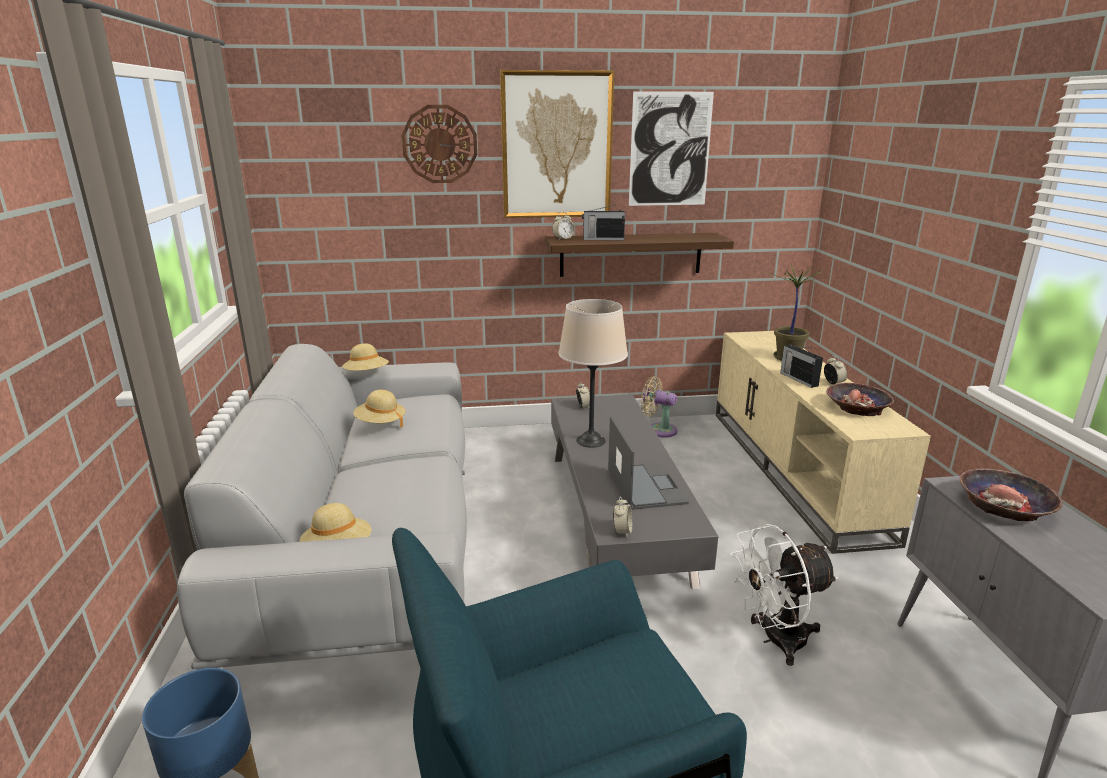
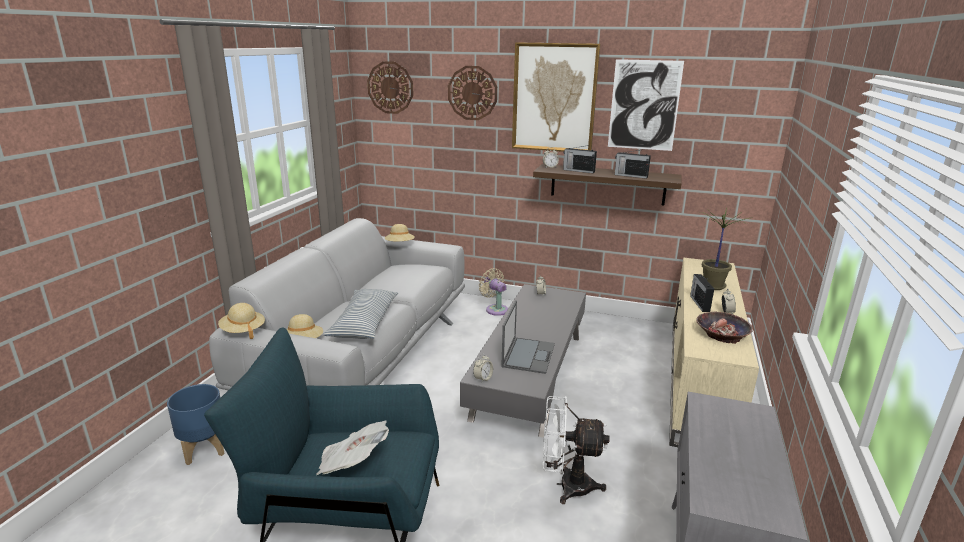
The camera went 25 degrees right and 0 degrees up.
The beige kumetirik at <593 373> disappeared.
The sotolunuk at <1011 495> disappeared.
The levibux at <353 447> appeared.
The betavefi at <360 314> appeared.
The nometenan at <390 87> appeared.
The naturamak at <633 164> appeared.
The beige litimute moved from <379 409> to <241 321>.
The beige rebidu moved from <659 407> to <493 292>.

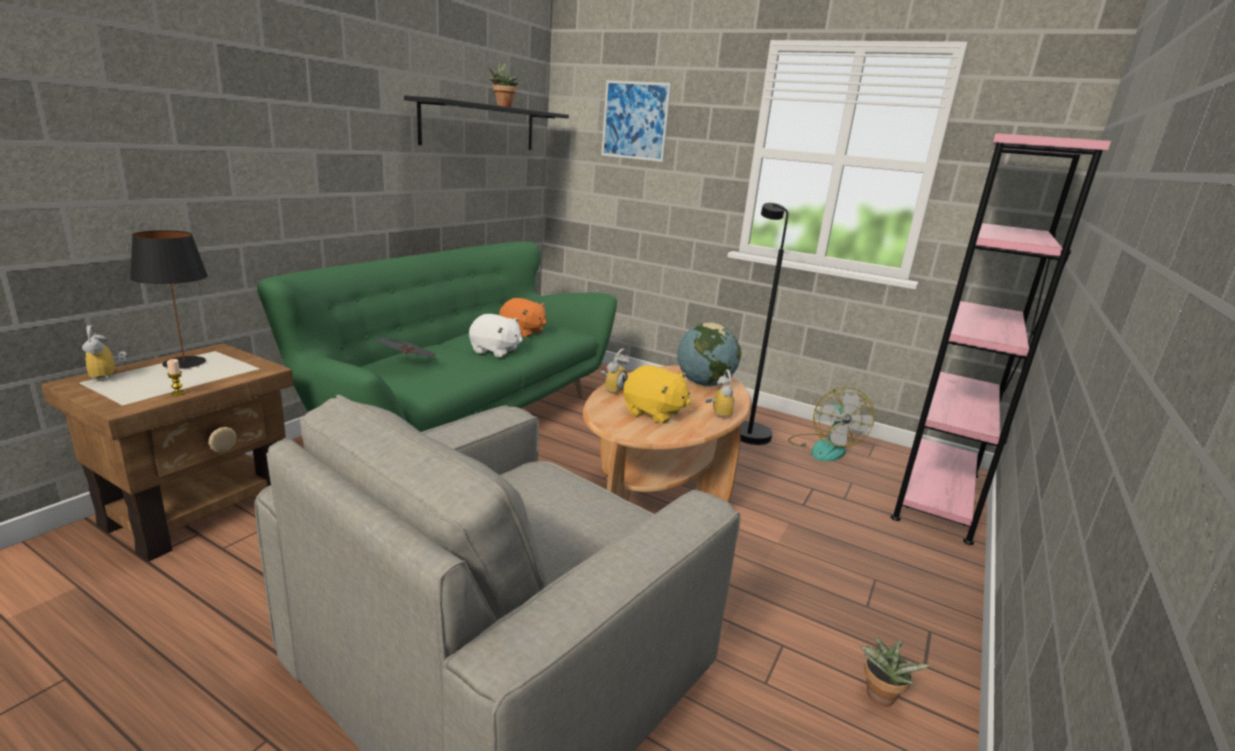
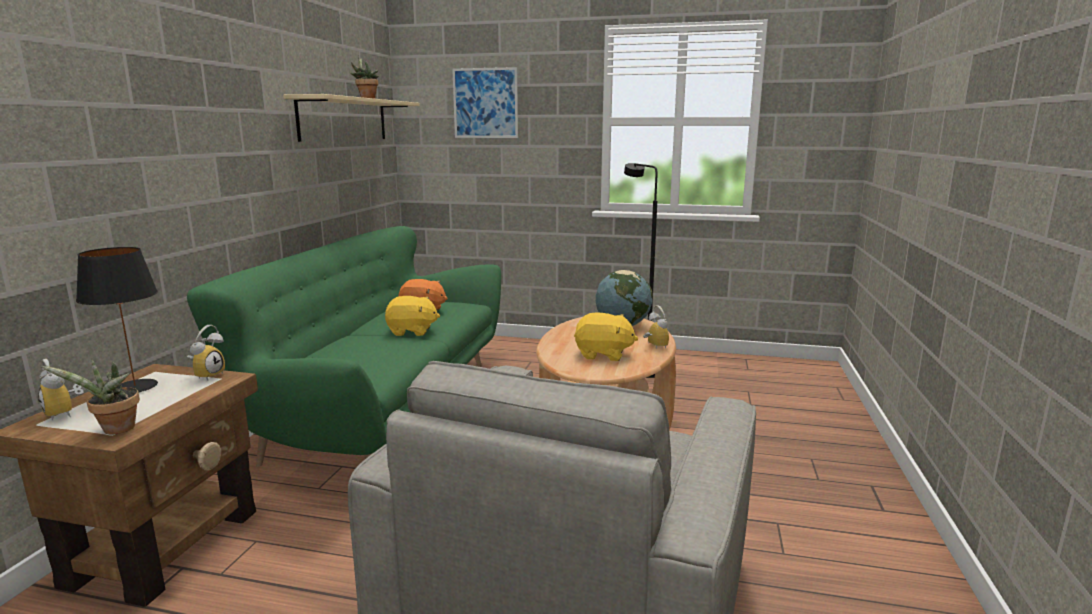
The camera went 15 degrees left and 5 degrees down.
The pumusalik at <176 377> disappeared.
The levibux at <403 347> disappeared.
The rebidu at <831 424> disappeared.
The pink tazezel at <1001 339> disappeared.
The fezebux moved from <615 371> to <206 352>.
The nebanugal moved from <895 671> to <90 396>.
The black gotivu at <486 123> became the beige gotivu at <351 118>.
The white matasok at <496 335> became the yellow matasok at <412 316>.

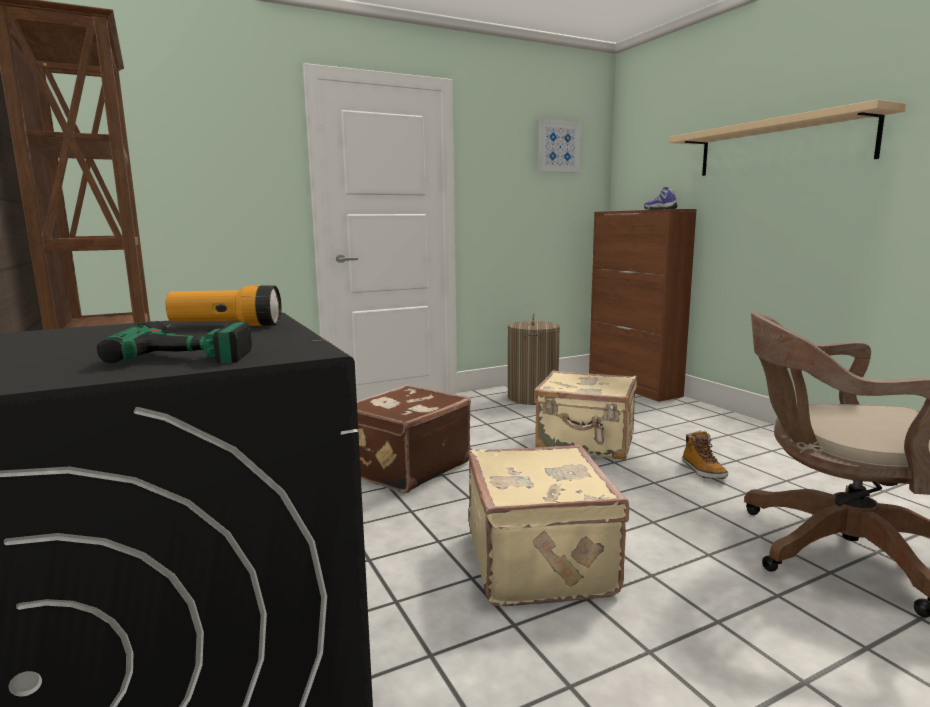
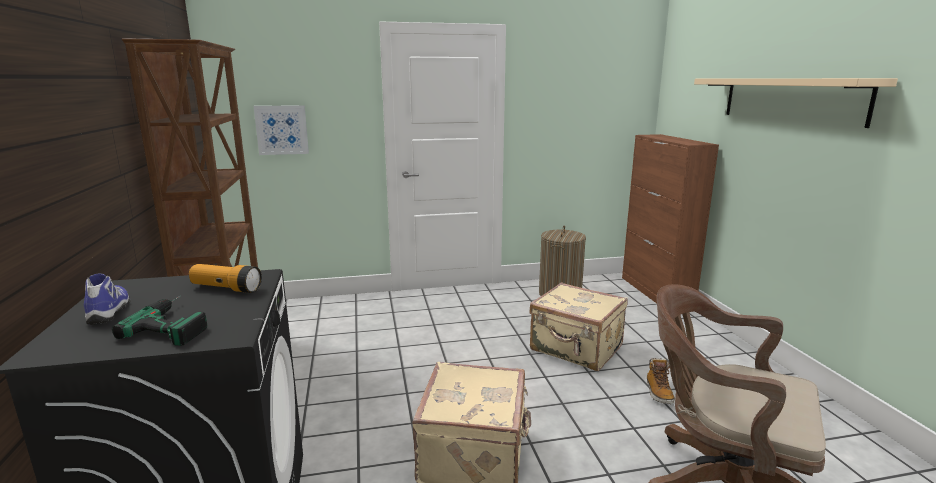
The camera went 15 degrees right and 5 degrees up.
The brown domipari at <413 438> disappeared.
The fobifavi moved from <559 146> to <281 130>.
The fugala moved from <661 198> to <107 299>.

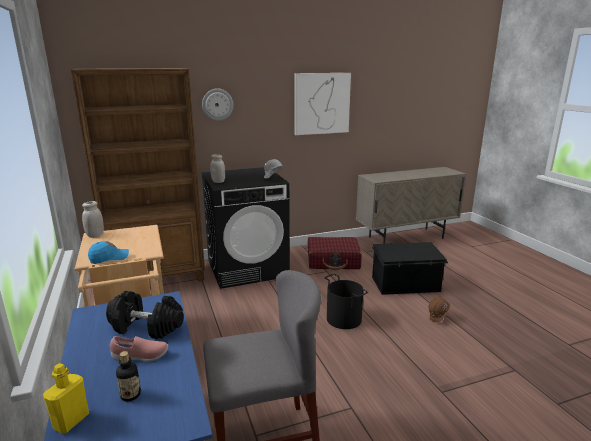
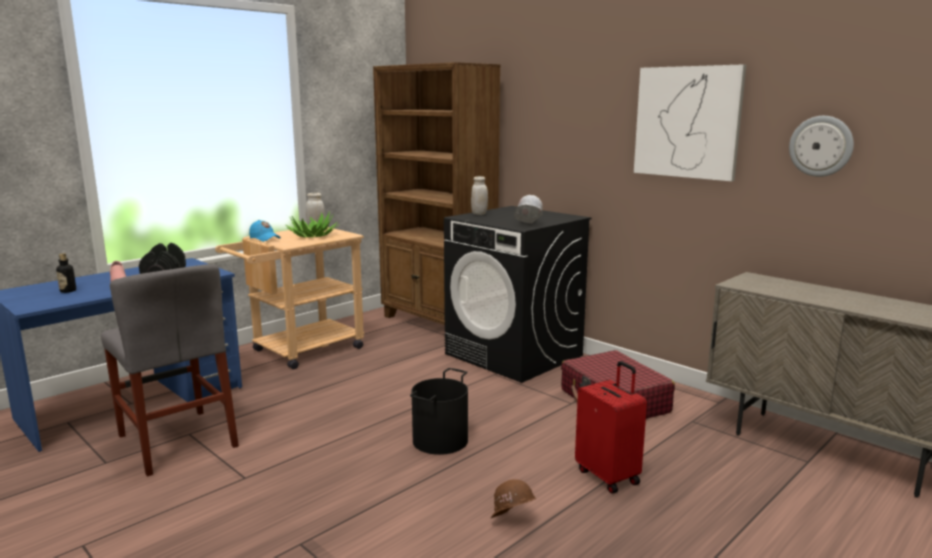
The camera went 65 degrees right and 5 degrees down.
The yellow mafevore at <66 398> disappeared.
The nebanugal at <312 224> appeared.
The nometenan moved from <217 104> to <821 146>.
The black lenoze at <410 268> was replaced by the red domipari at <611 427>.

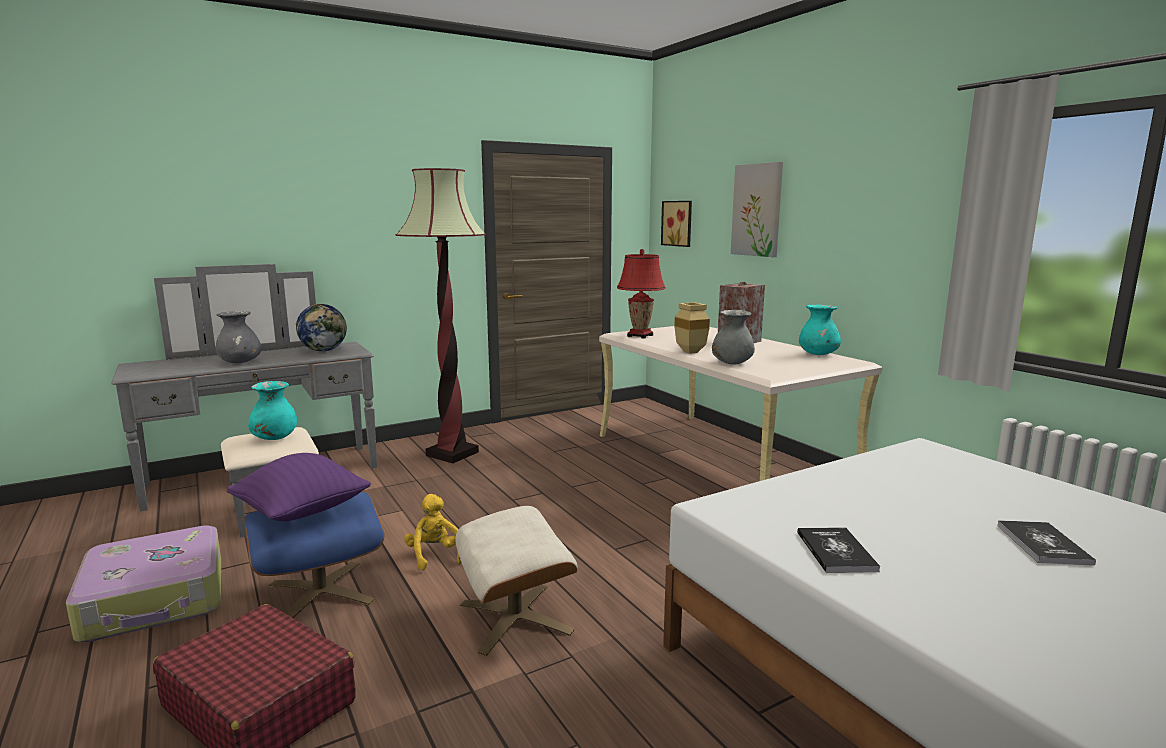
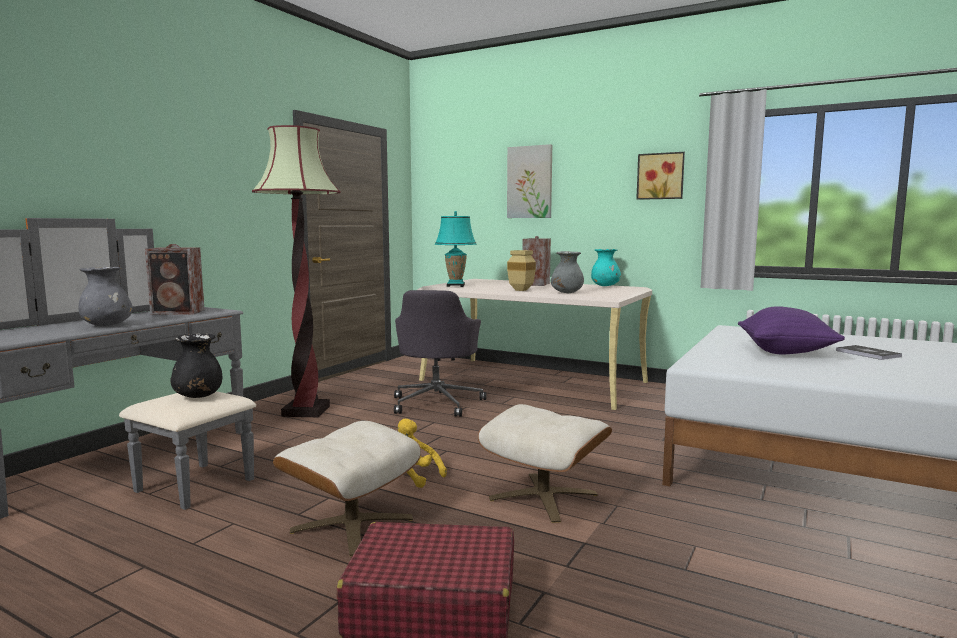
The camera went 30 degrees left and 5 degrees down.
The domipari at <143 583> disappeared.
The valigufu at <838 550> disappeared.
The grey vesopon at <440 353> appeared.
The purple betavefi moved from <299 487> to <791 330>.
The fobifavi moved from <676 224> to <660 176>.
The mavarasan at <321 327> was replaced by the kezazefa at <175 279>.
The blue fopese at <314 555> became the beige fopese at <347 488>.
The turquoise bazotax at <272 410> became the black bazotax at <196 366>.
The red kumetirik at <641 294> became the turquoise kumetirik at <455 249>.

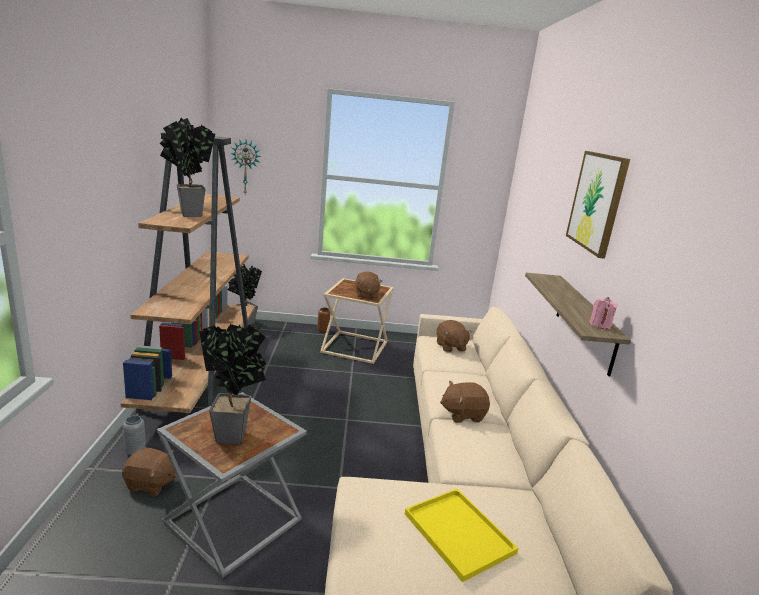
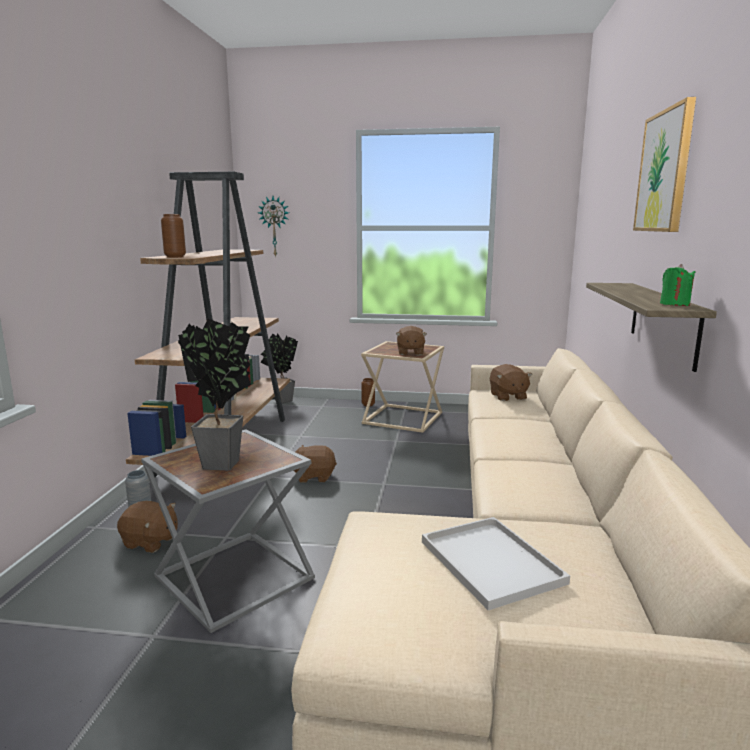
The camera went 10 degrees right and 5 degrees down.
The nebanugal at <187 167> disappeared.
The brown bazotax at <173 236> appeared.
The brown matasok moved from <465 402> to <315 464>.
The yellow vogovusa at <462 535> became the white vogovusa at <496 563>.
The pink pumusalik at <603 313> became the green pumusalik at <678 285>.

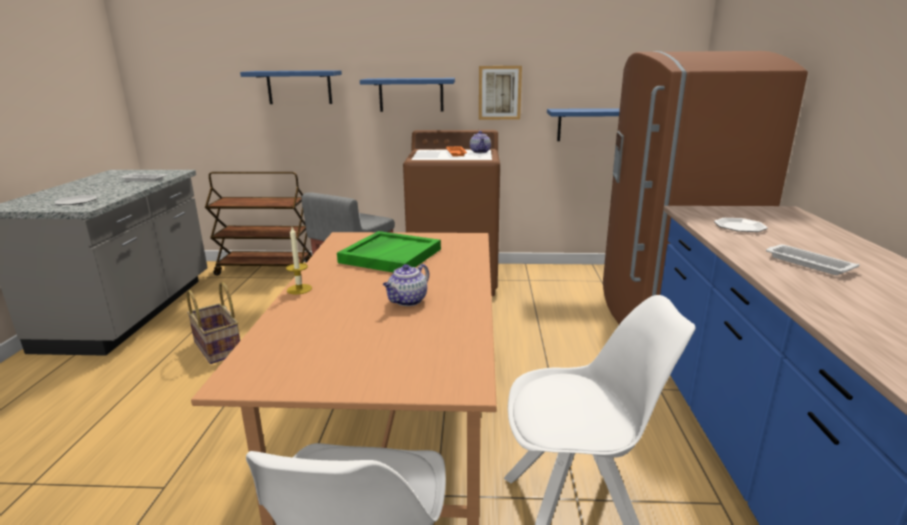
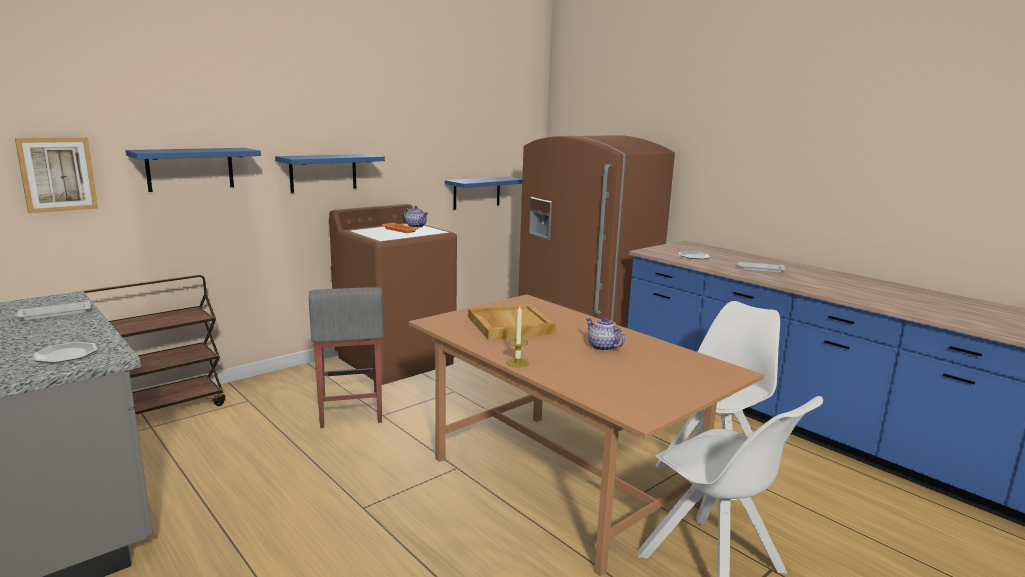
The camera went 45 degrees left and 5 degrees down.
The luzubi at <213 323> disappeared.
The fobifavi moved from <500 93> to <56 175>.
The green vogovusa at <389 251> became the beige vogovusa at <512 322>.
The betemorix at <406 285> turned 150 degrees clockwise.

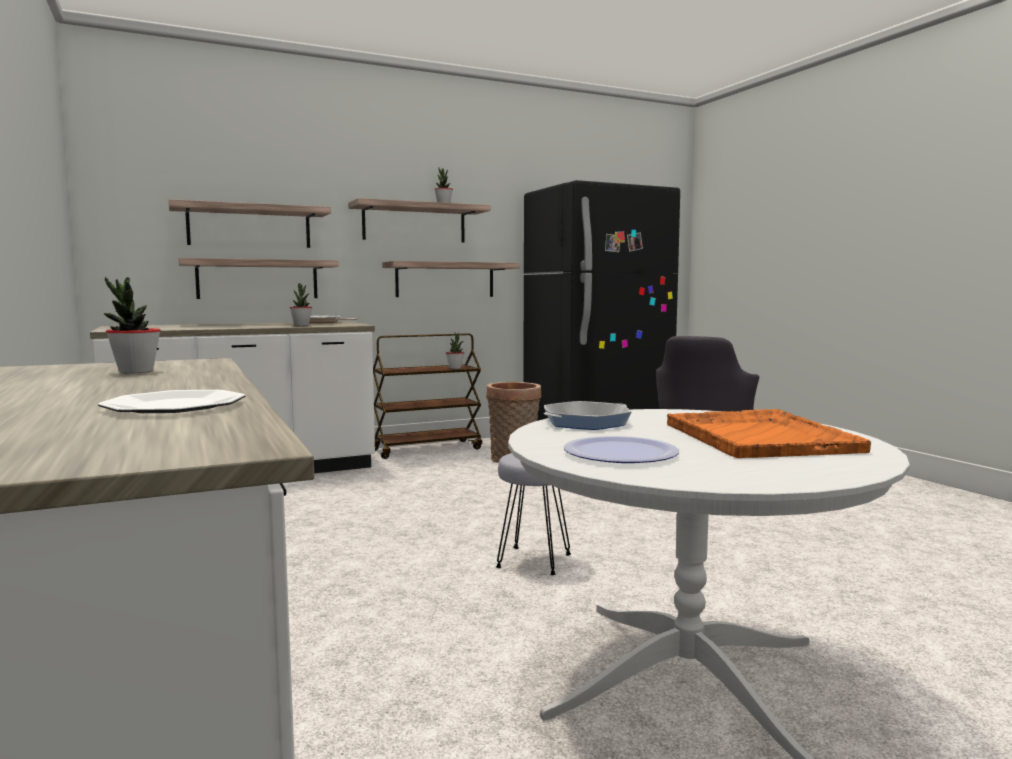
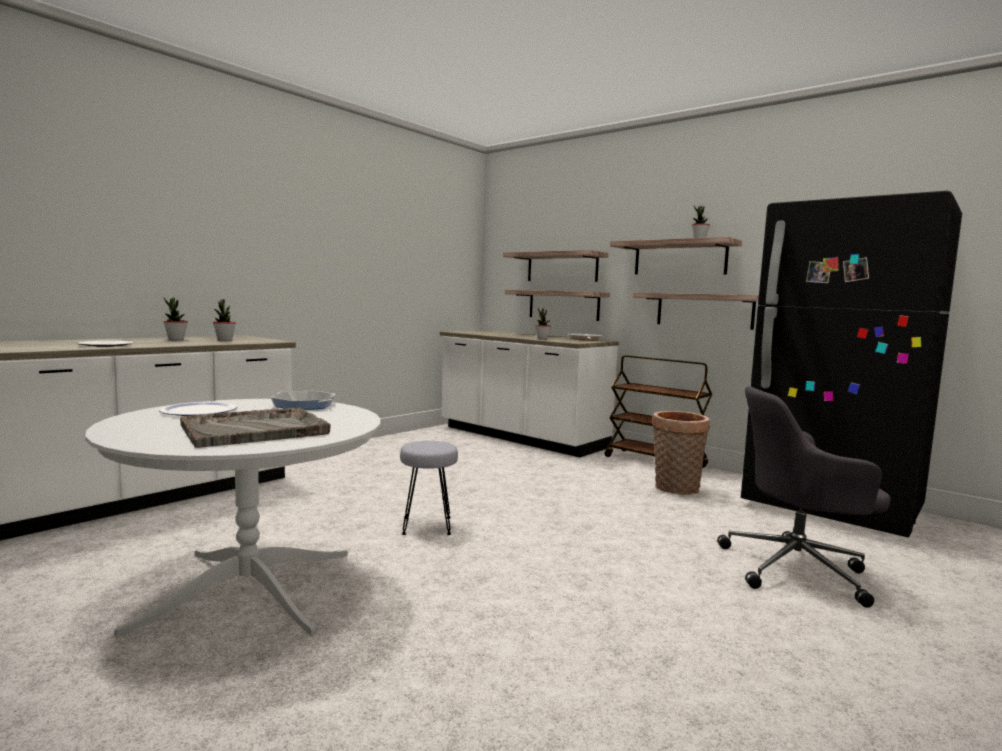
The camera went 65 degrees right and 0 degrees up.
The nebanugal moved from <455 350> to <175 318>.
The orange vogovusa at <769 433> became the grey vogovusa at <255 428>.

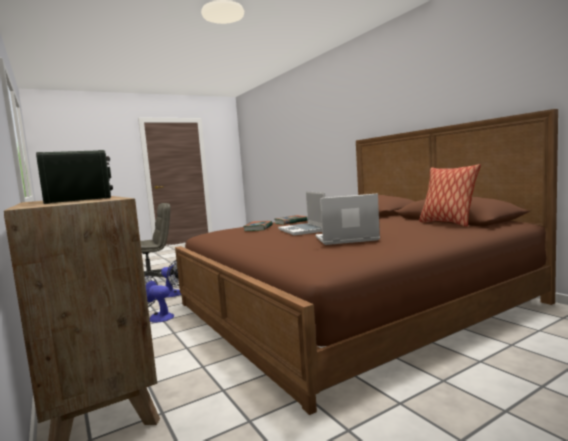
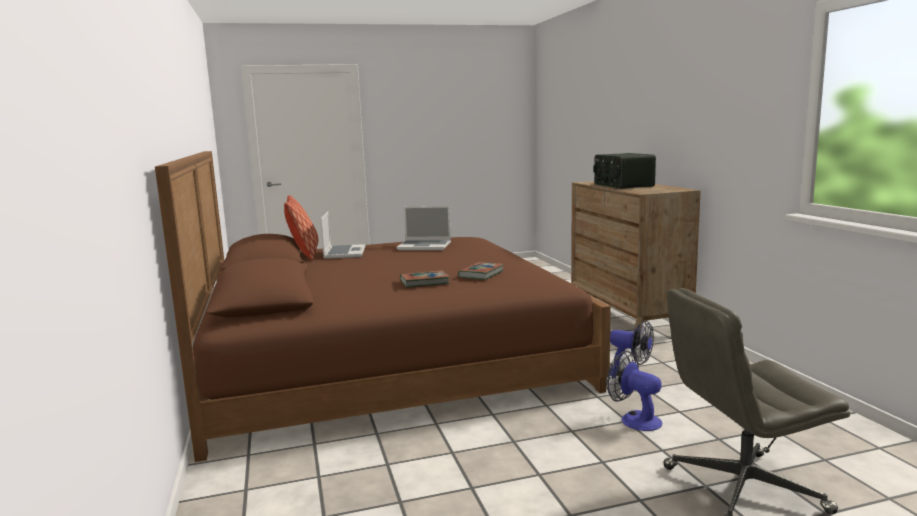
The camera went 165 degrees left and 5 degrees up.
The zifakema moved from <301 213> to <343 235>.

